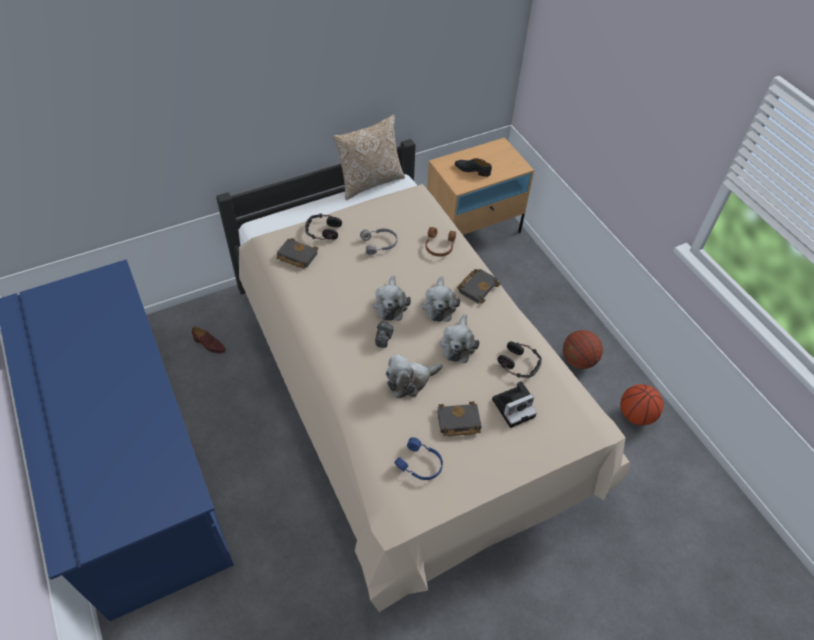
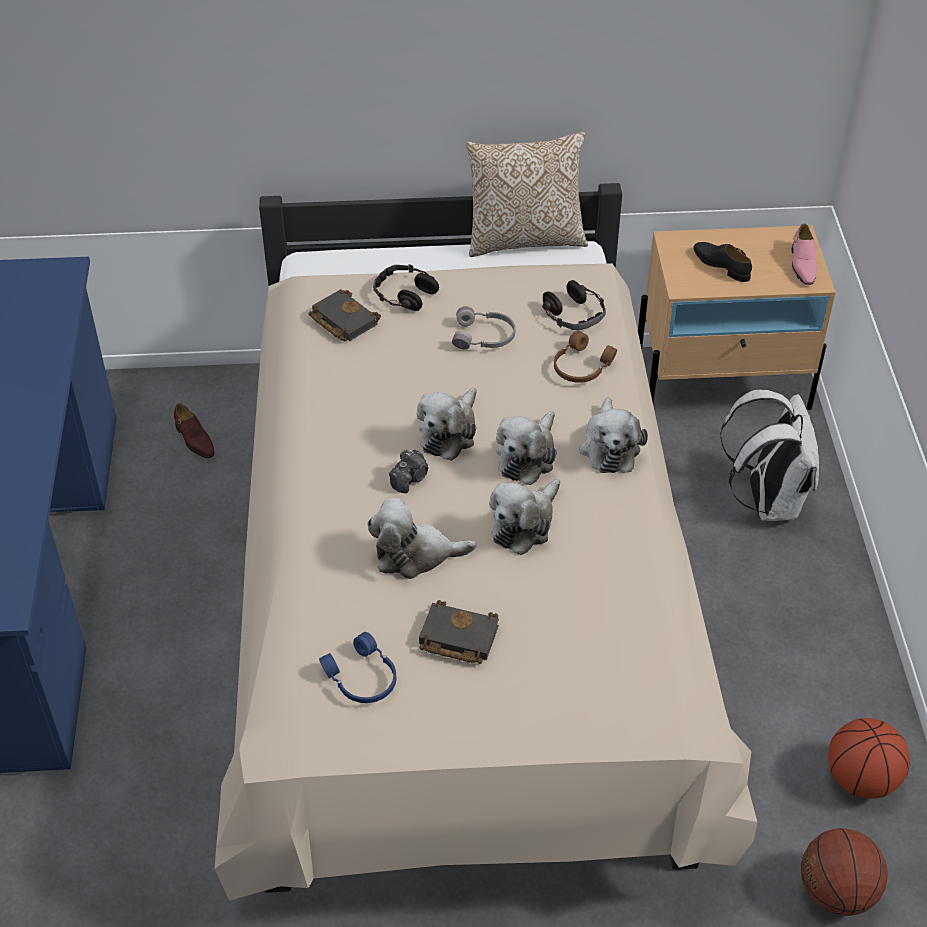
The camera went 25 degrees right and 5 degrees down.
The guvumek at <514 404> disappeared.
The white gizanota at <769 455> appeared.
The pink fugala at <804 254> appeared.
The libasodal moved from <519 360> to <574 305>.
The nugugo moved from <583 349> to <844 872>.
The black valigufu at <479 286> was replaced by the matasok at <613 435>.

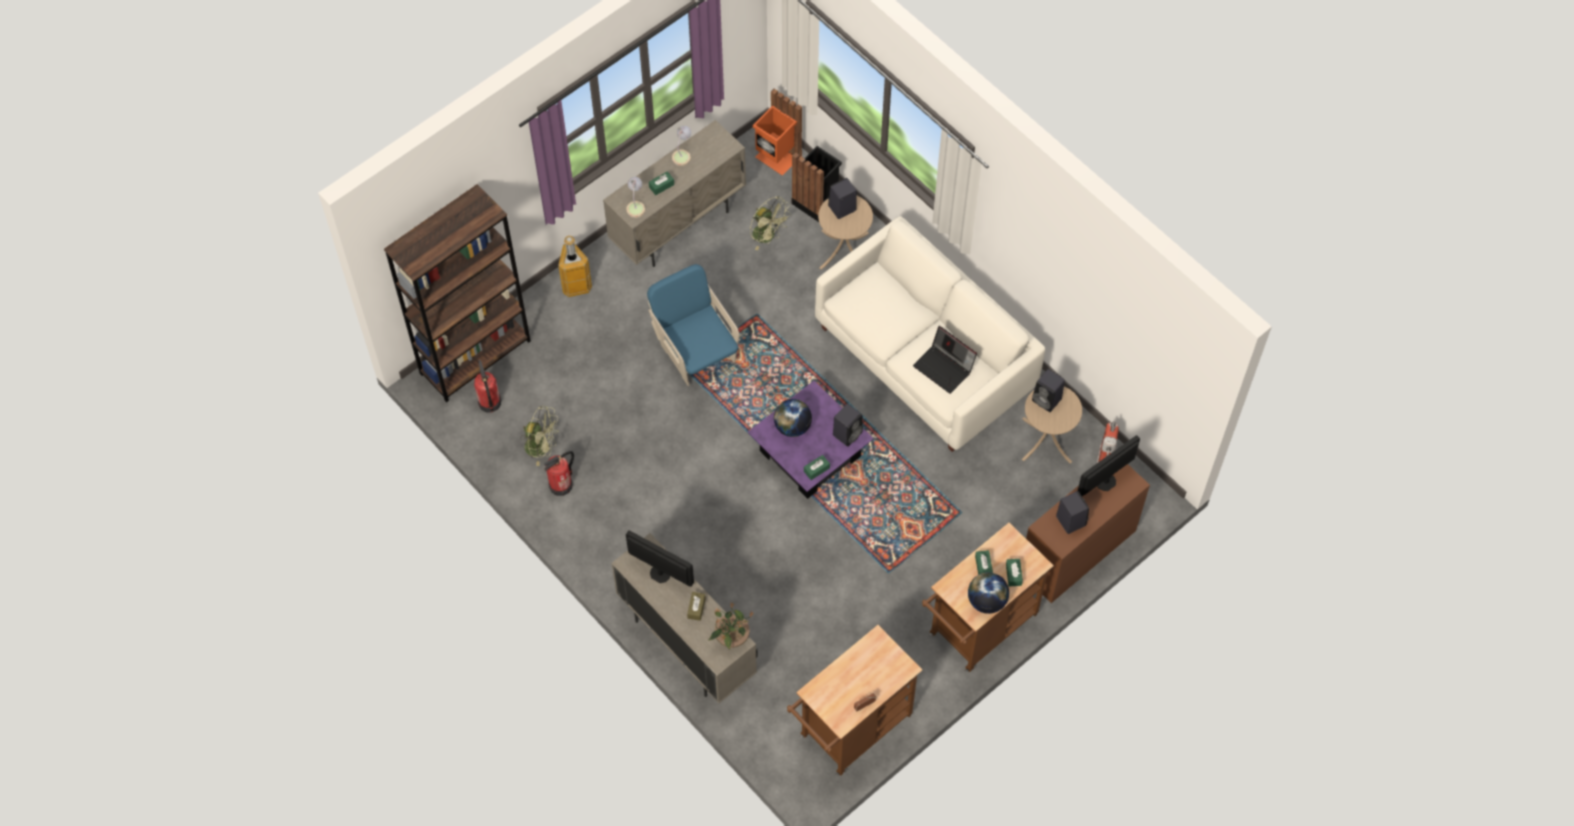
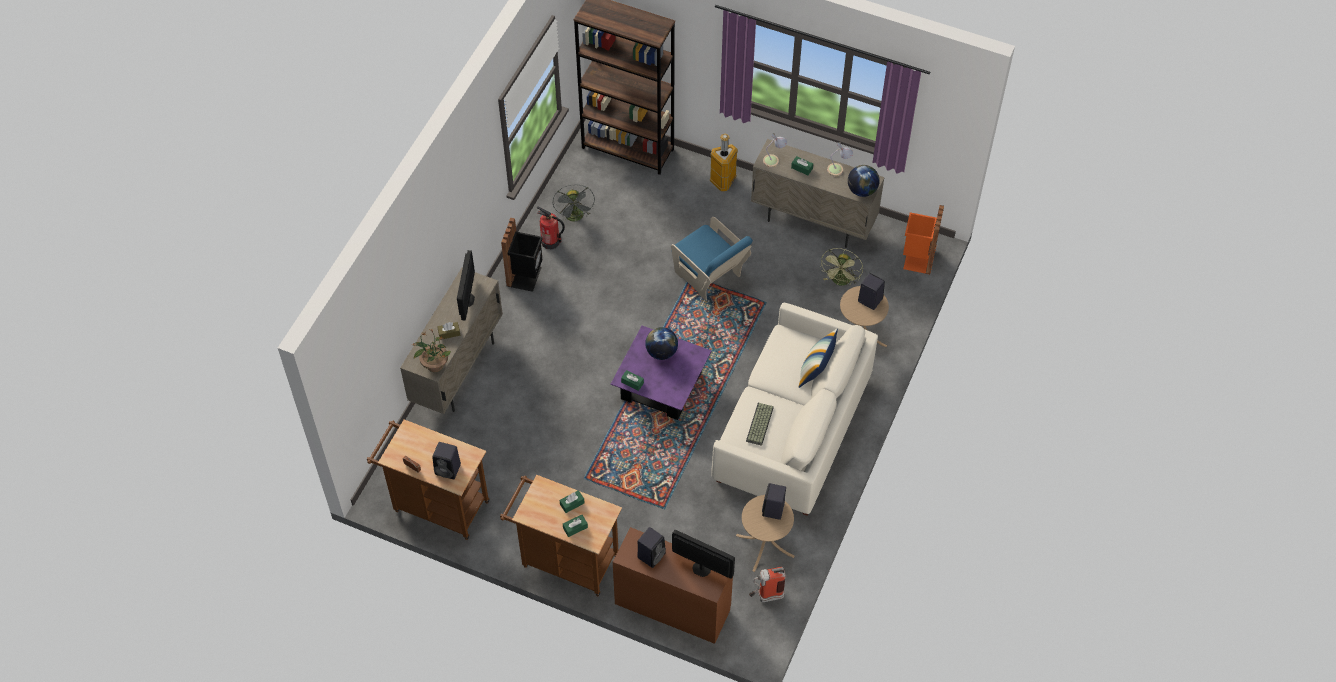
The camera went 65 degrees right and 5 degrees down.
The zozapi at <487 386> disappeared.
The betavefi at <818 358> appeared.
The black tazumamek moved from <817 184> to <522 255>.
The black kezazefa moved from <848 425> to <446 460>.
The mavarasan moved from <988 593> to <864 181>.
The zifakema at <945 360> was replaced by the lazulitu at <760 424>.
The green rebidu at <540 436> became the grey rebidu at <574 202>.
The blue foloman at <693 325> turned 105 degrees clockwise.

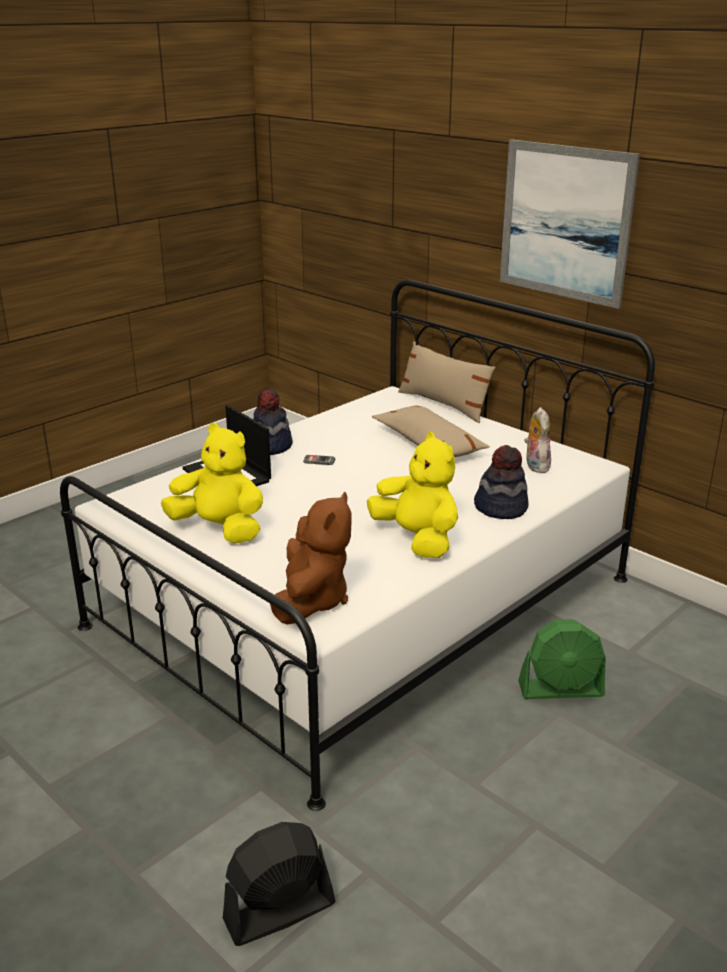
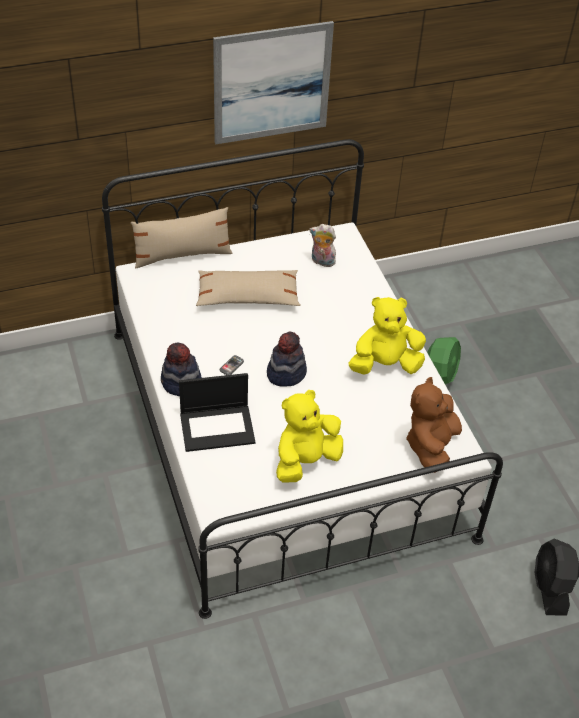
The camera went 65 degrees left and 20 degrees up.
The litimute moved from <501 482> to <287 359>.
The brown matasok at <311 558> turned 105 degrees counterclockwise.

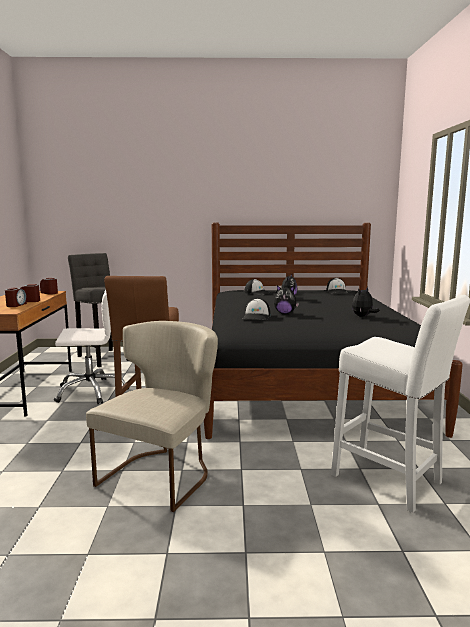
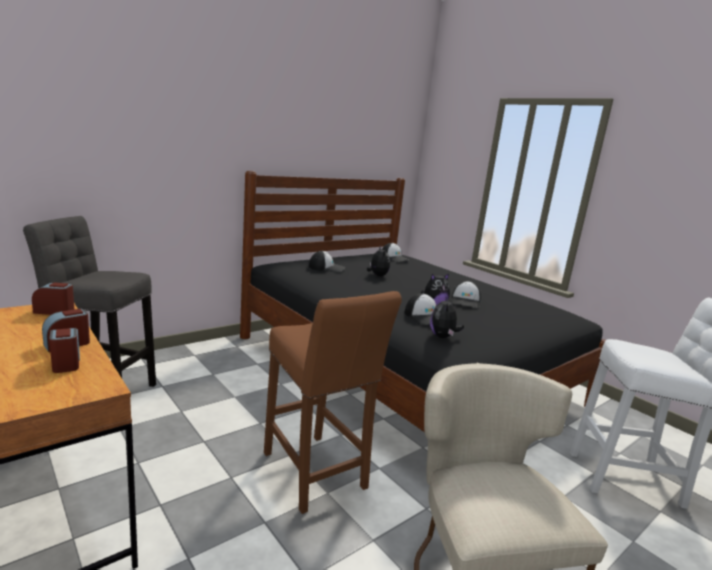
The camera went 40 degrees left and 5 degrees up.
The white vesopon at <91 347> disappeared.
The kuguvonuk at <466 294> appeared.
The matasok moved from <366 301> to <447 317>.

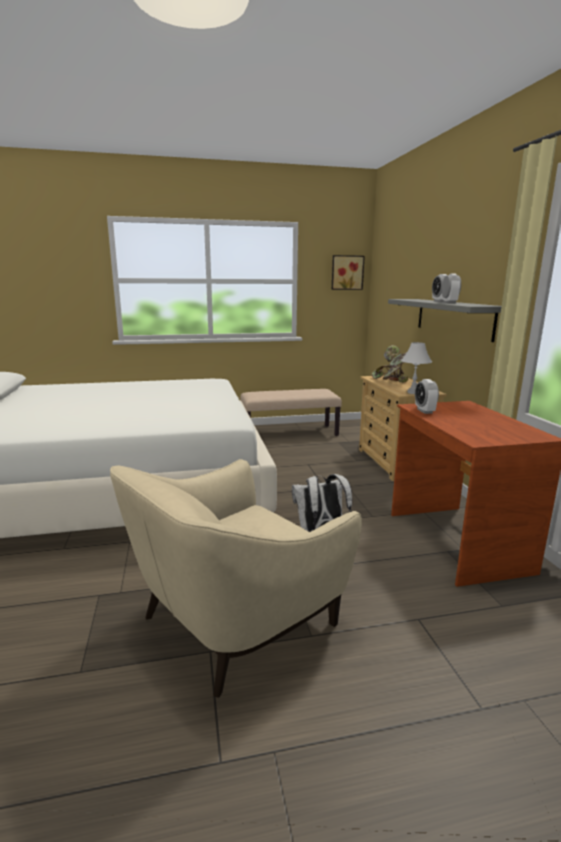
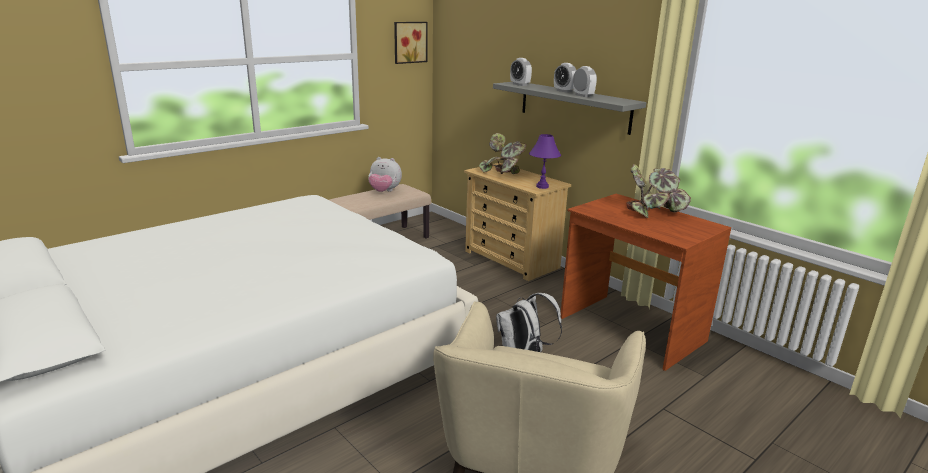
The camera went 30 degrees left and 5 degrees up.
The matasok at <385 174> appeared.
The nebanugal at <659 191> appeared.
The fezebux moved from <427 396> to <521 72>.
The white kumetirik at <416 368> became the purple kumetirik at <545 161>.

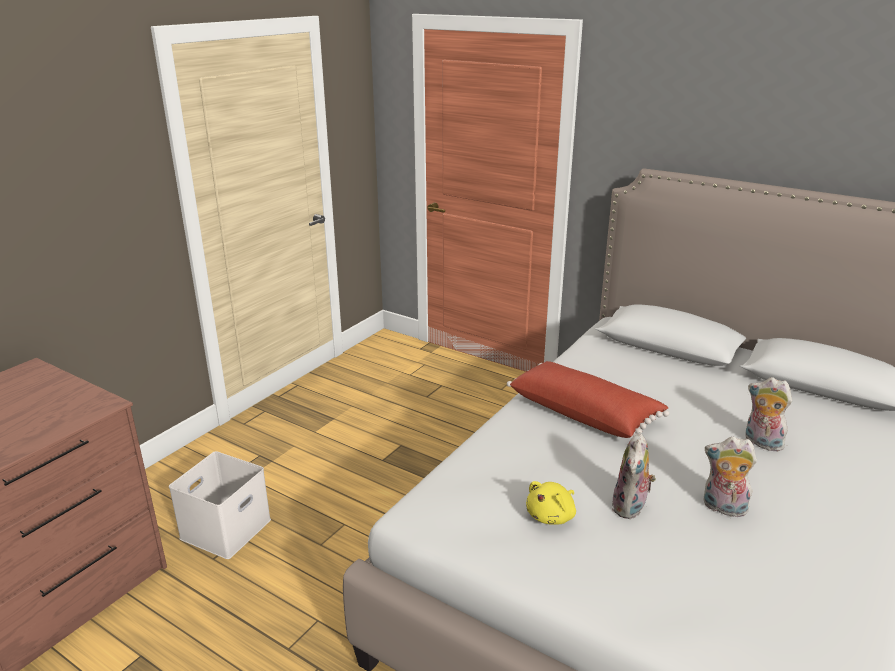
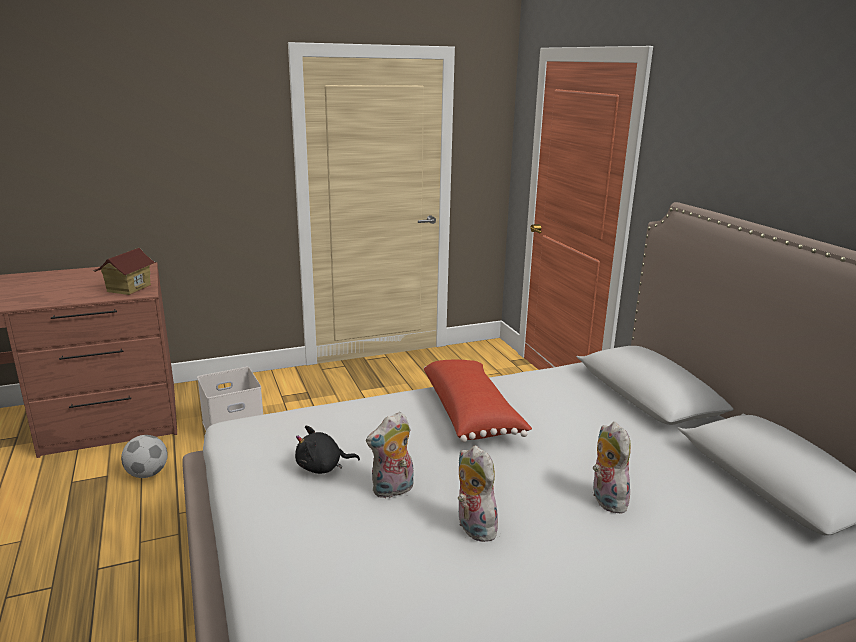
The camera went 35 degrees right and 5 degrees down.
The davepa at <125 271> appeared.
The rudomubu at <144 456> appeared.
The yellow matasok at <551 503> became the black matasok at <327 450>.

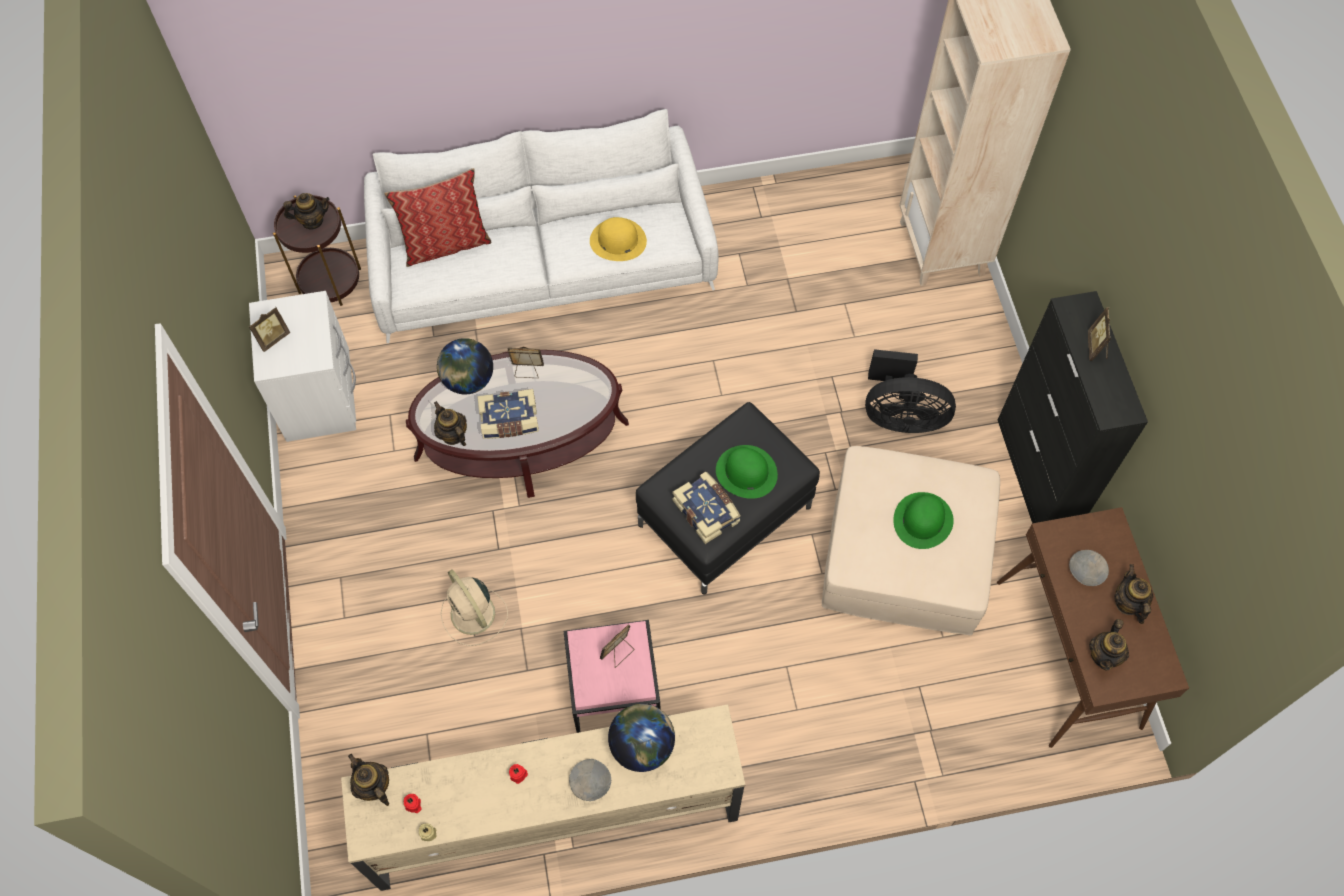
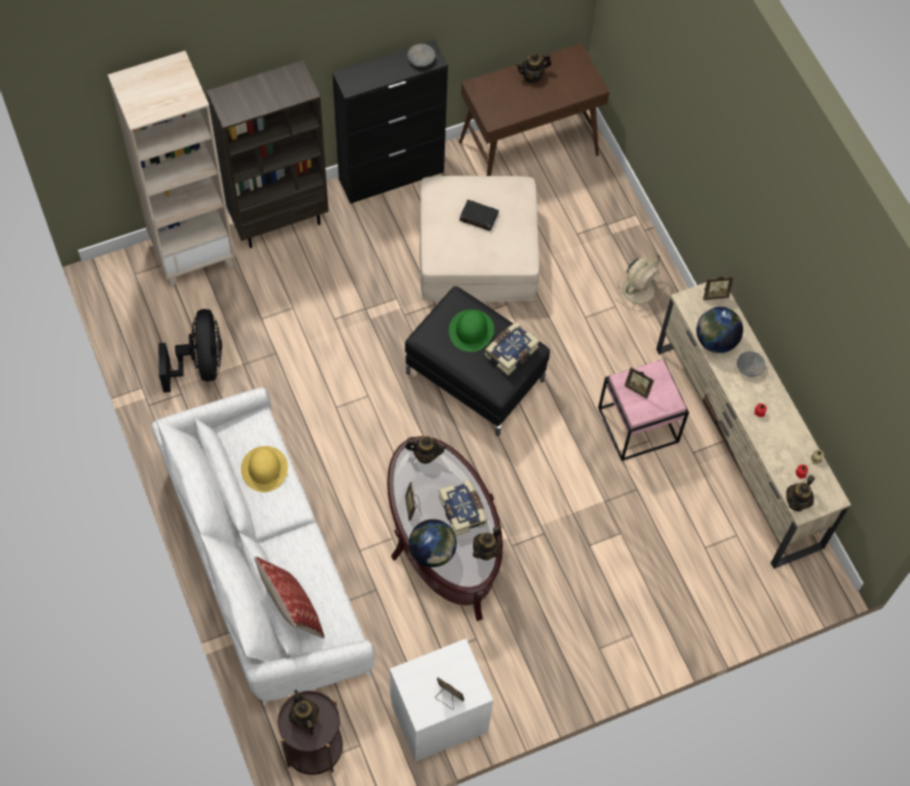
The camera went 105 degrees left and 0 degrees up.
The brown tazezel at <268 154> appeared.
The beige rebidu moved from <474 608> to <639 282>.
The black rebidu moved from <910 391> to <190 350>.
The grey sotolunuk moved from <1089 568> to <421 55>.
The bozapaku moved from <1099 334> to <718 288>.
The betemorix moved from <1109 645> to <426 450>.
The green litimute at <923 520> was replaced by the black valigufu at <479 215>.

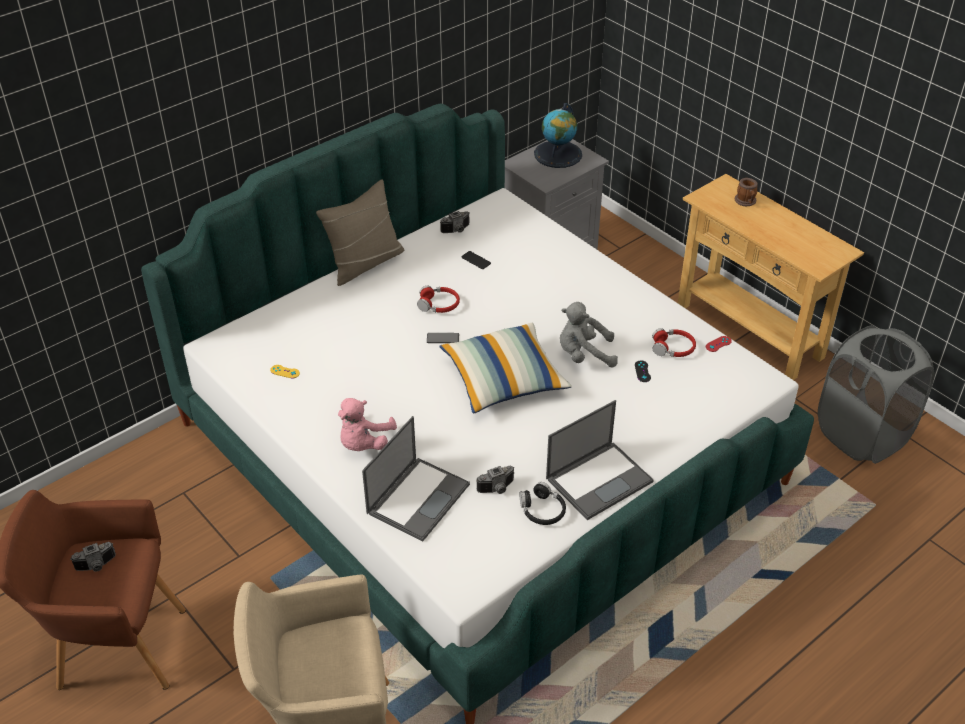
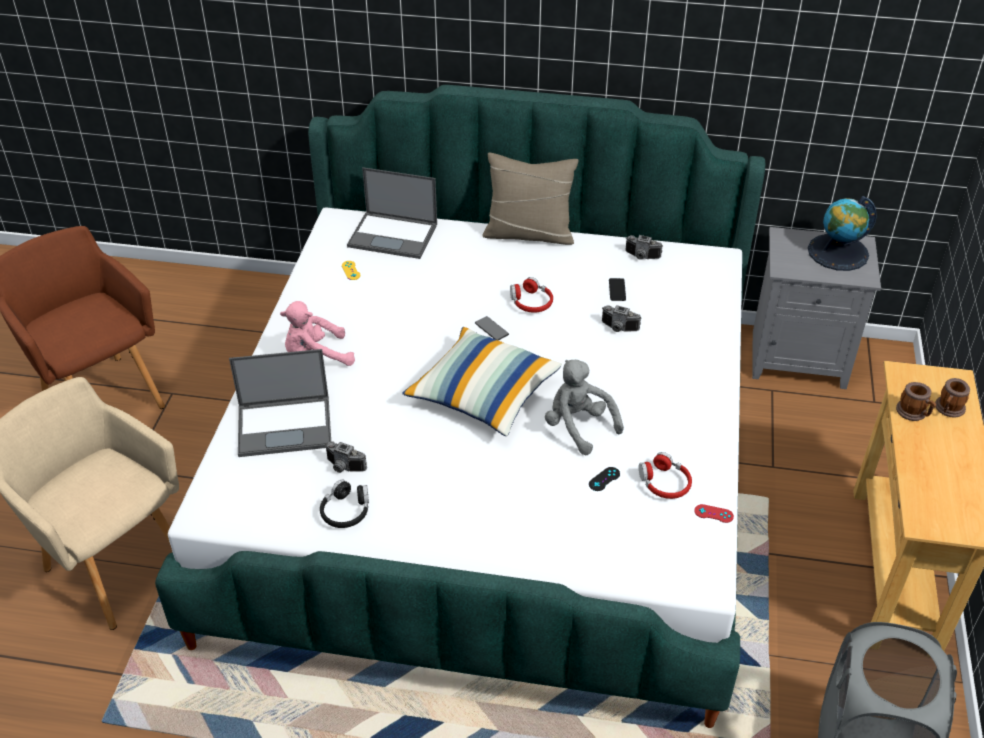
The camera went 50 degrees right and 0 degrees up.
The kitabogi at <916 401> appeared.
The guvumek moved from <93 557> to <622 318>.
The zifakema moved from <600 460> to <392 213>.

